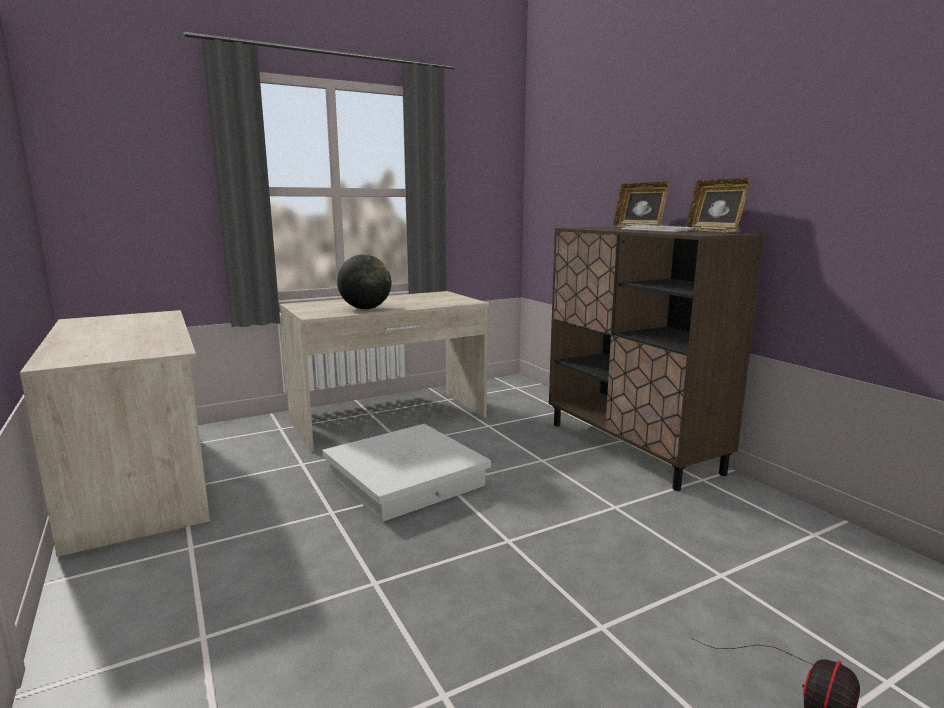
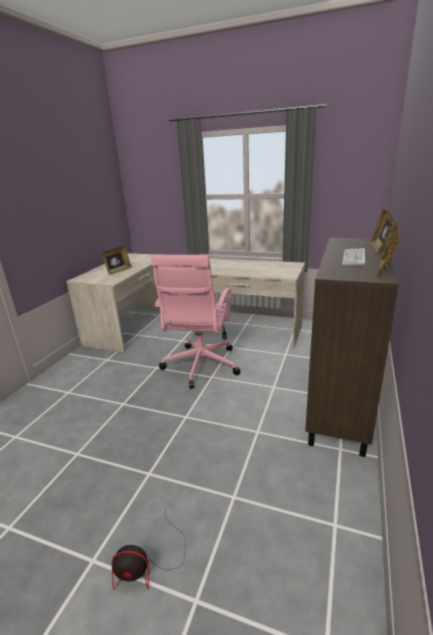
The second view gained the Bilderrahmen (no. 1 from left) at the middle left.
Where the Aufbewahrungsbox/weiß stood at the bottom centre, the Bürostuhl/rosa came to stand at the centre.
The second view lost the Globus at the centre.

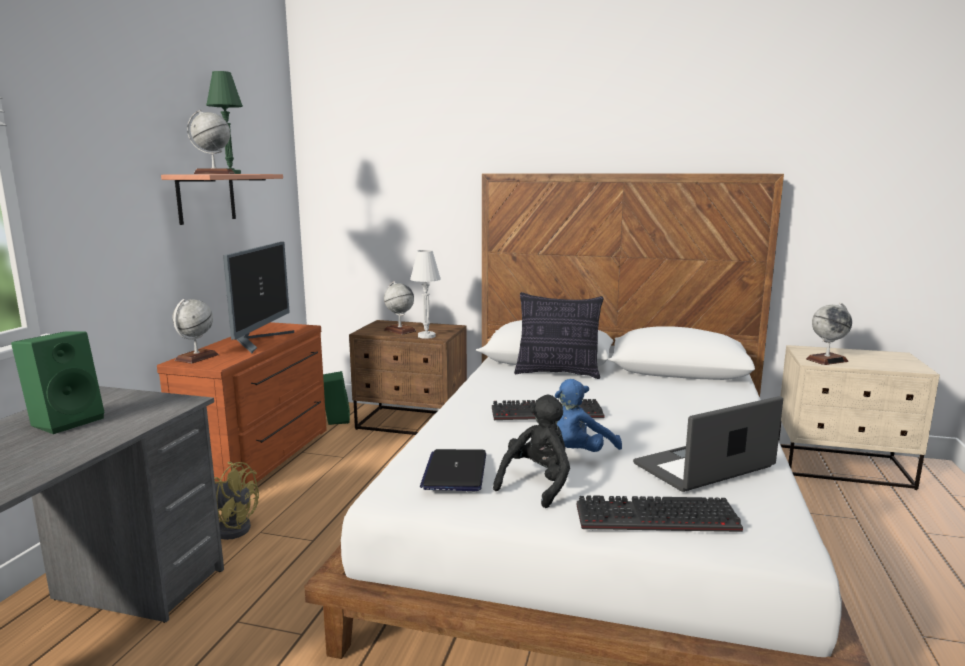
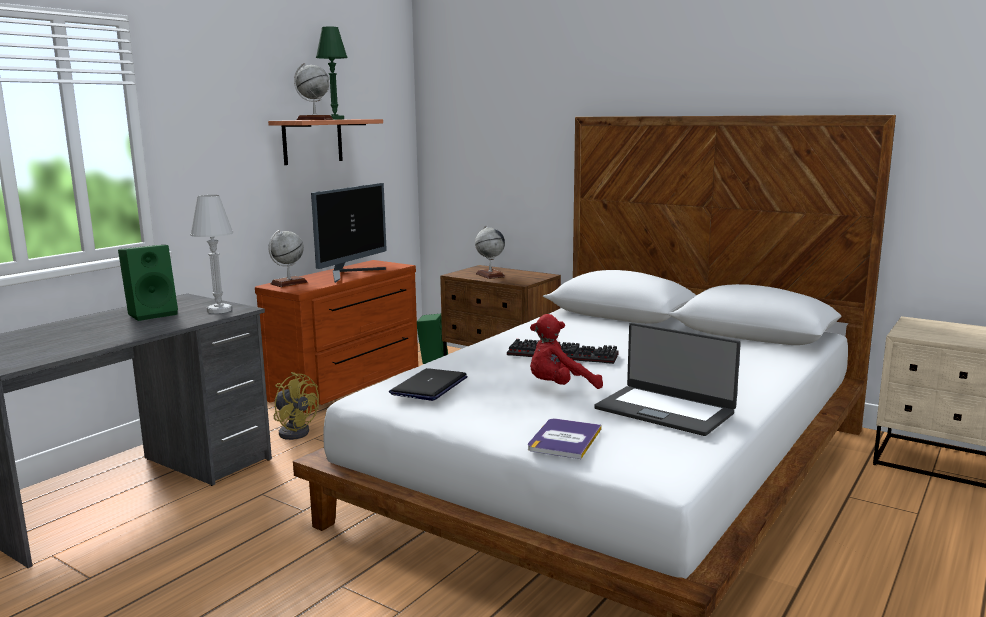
The Tischlampe/weiß ended up elsewhere, having gone from the centre to the middle left.
Where the Tastatur (no. 2 from left) stood at the bottom right, the Buch came to stand at the bottom centre.
What was the Plüschtier/blau at the centre turned into the Plüschtier/rot at the centre.
The Laptop (no. 2 from left) at the bottom right ended up facing another way, 135 degrees counterclockwise from before.
The second view lost the Plüschtier/schwarz at the bottom centre.
The second view lost the Kissen at the centre.
The second view lost the Globus (no. 4 from left) at the middle right.

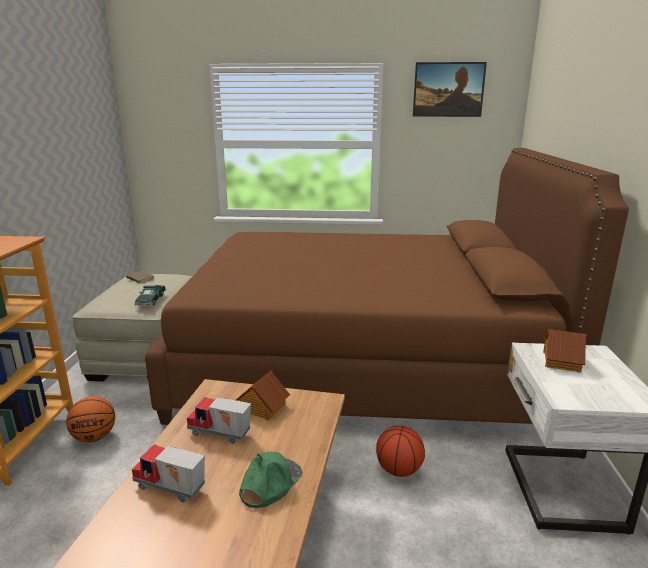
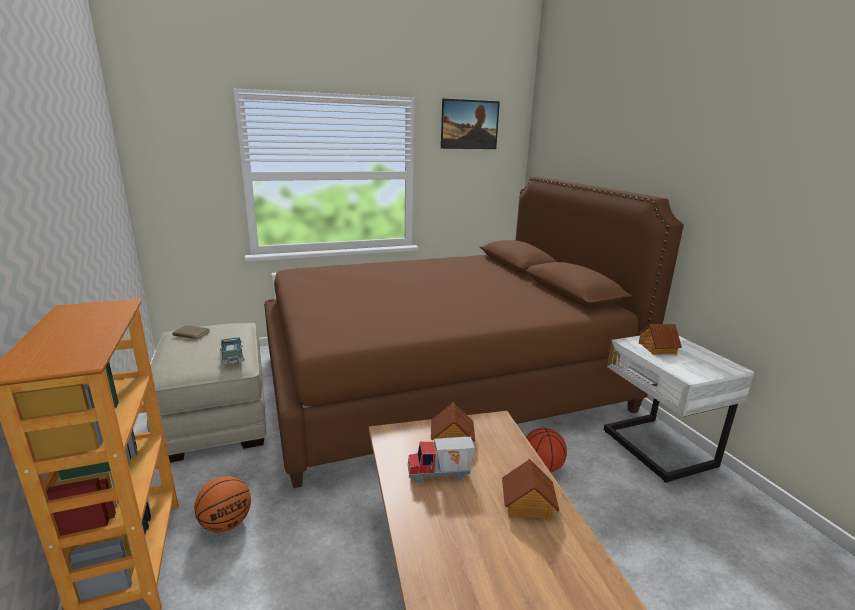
Where the Kappe/grün stood at the bottom centre, the Spielzeughaus (no. 2 from left) came to stand at the bottom centre.
The second view lost the Spielzeuglaster (no. 1 from left) at the bottom left.

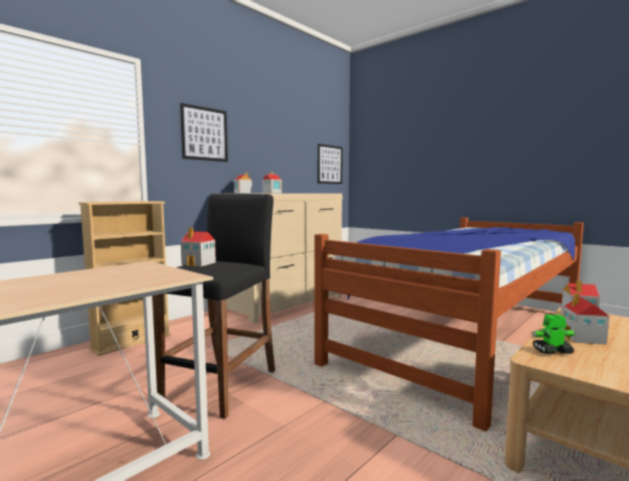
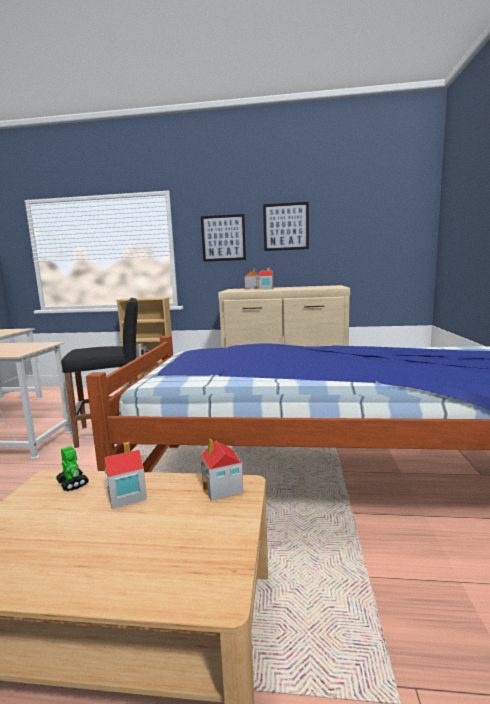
The Bild (no. 2 from left) ended up elsewhere, having gone from the centre to the top centre.
The second view lost the Spielzeughaus (no. 1 from left) at the middle left.

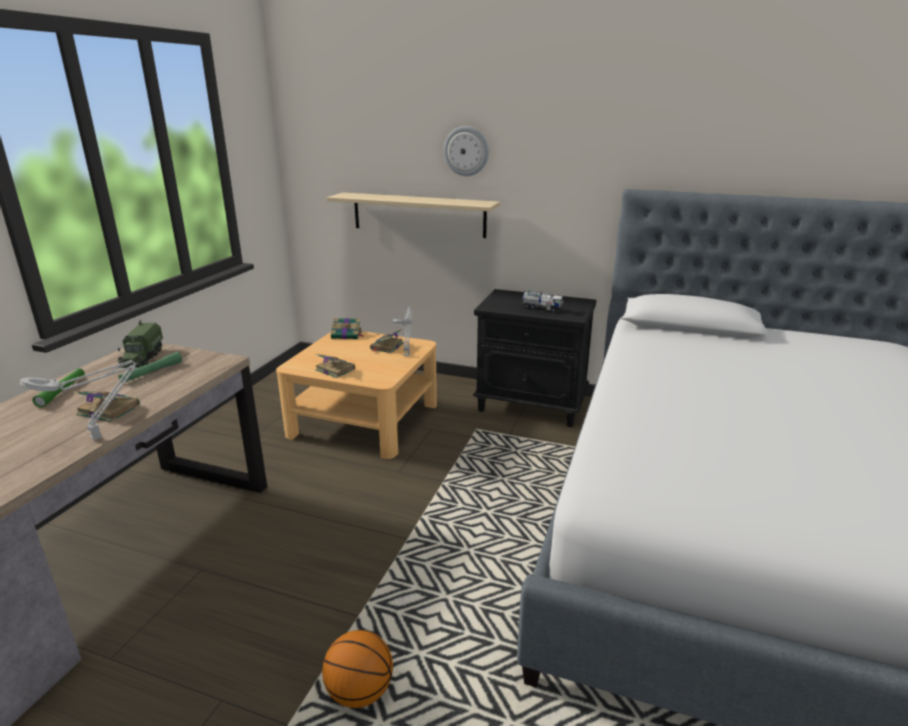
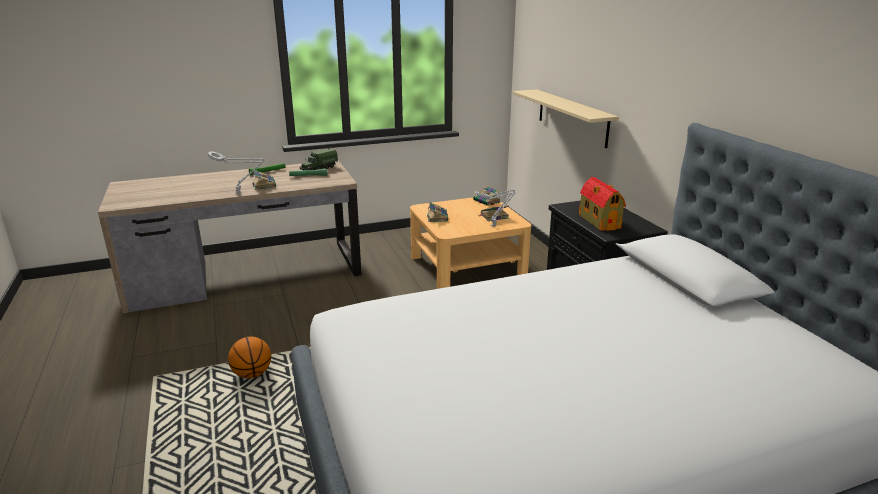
Where the Spielzeuglaster (no. 2 from left) stood at the centre, the Spielzeughaus came to stand at the middle right.
The second view lost the Wanduhr at the top centre.

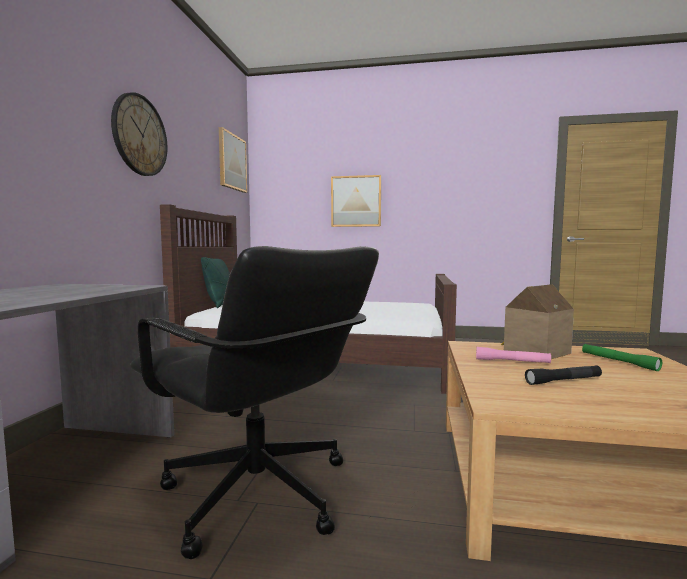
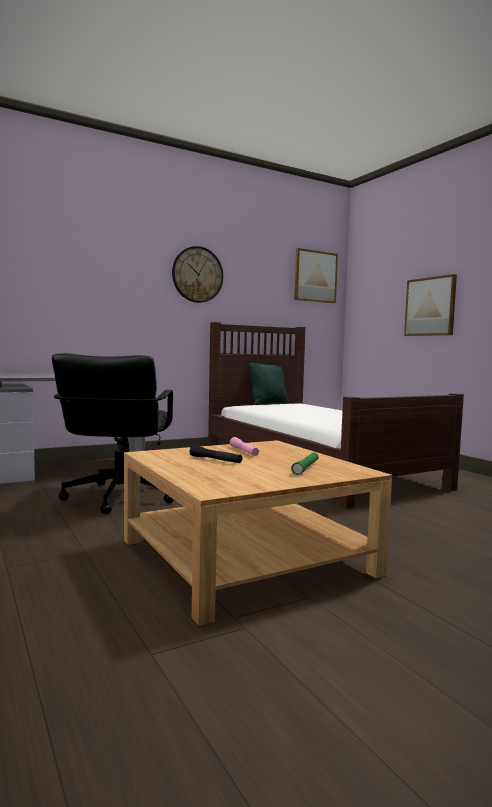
The second view lost the Spielzeughaus at the middle right.

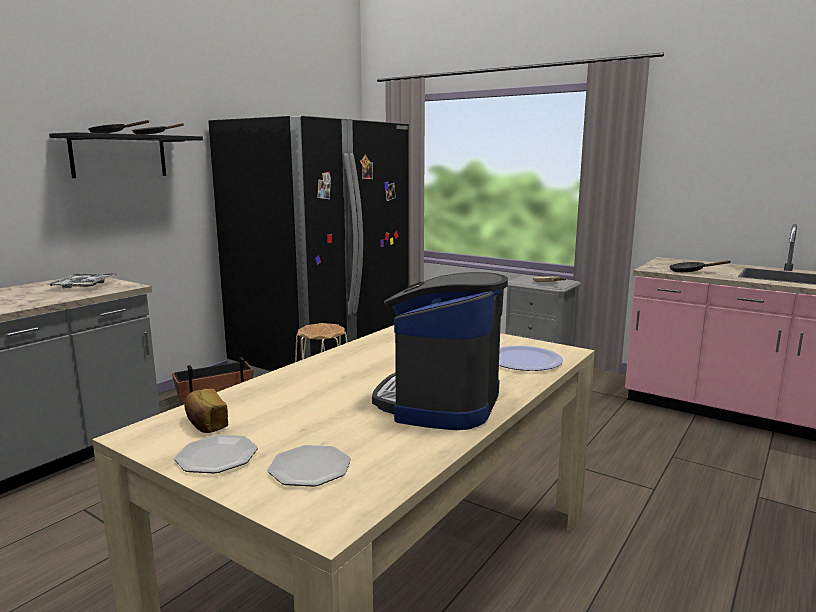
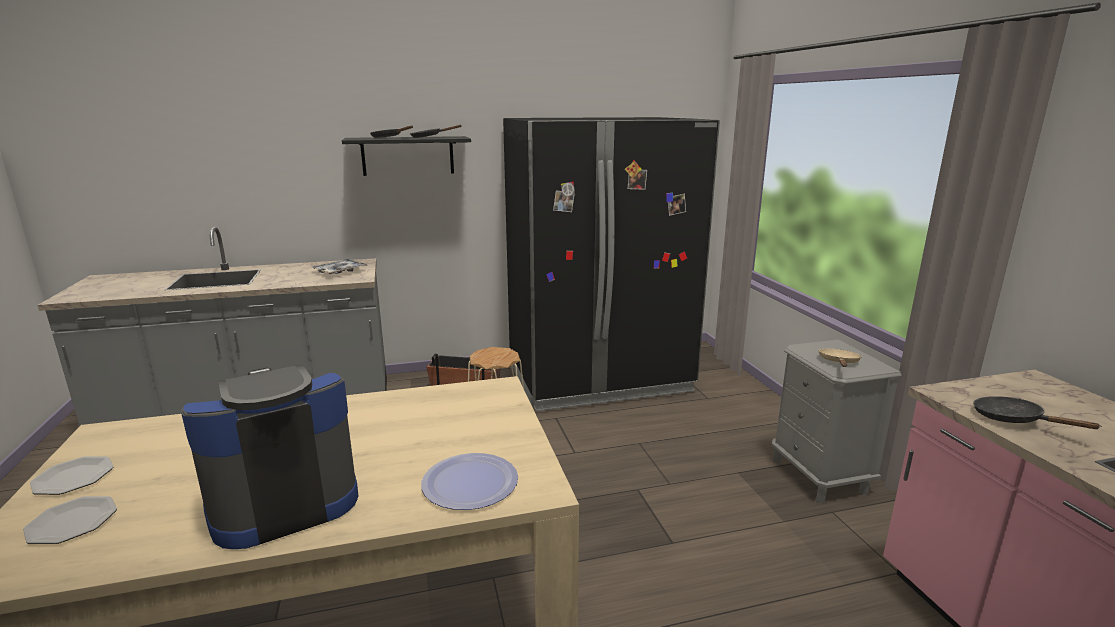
The second view lost the Brot at the bottom left.

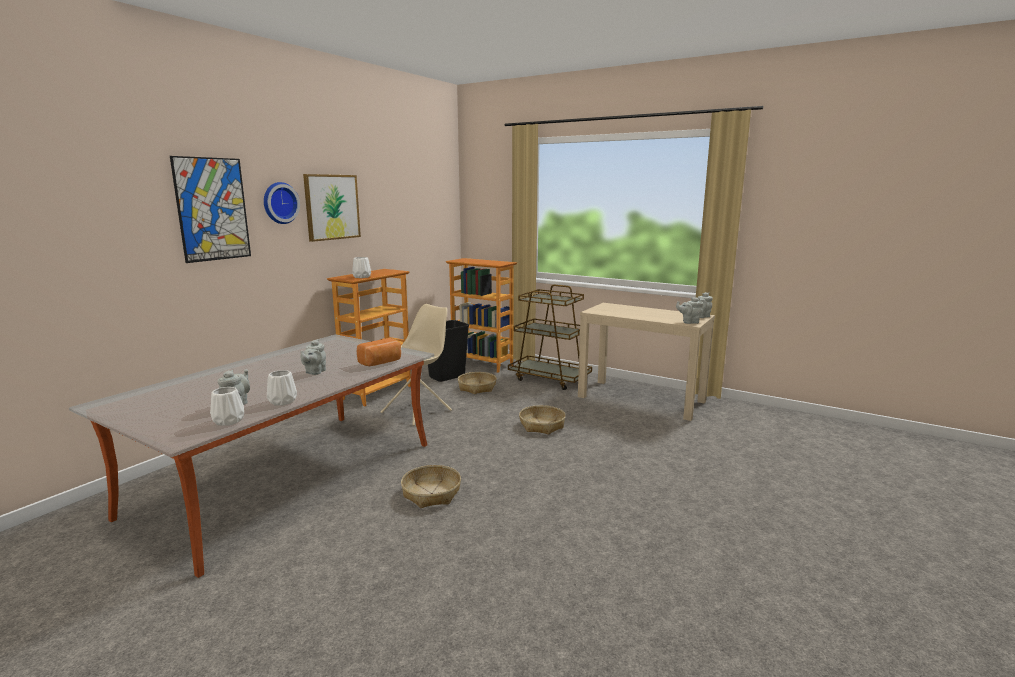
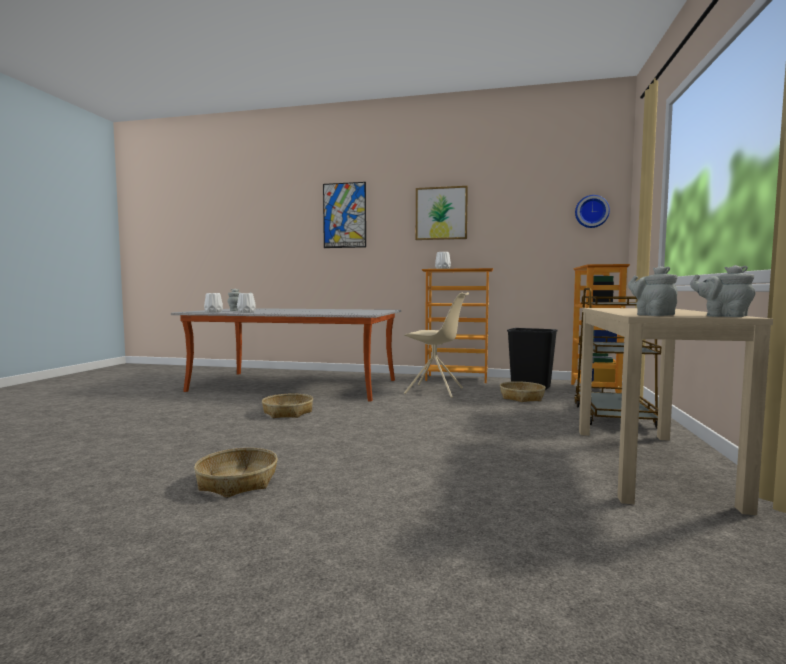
The Korb (no. 3 from left in the first image) ended up elsewhere, having gone from the centre to the bottom left.
The Wanduhr ended up elsewhere, having gone from the top left to the top right.
The second view lost the Teekanne/grau (no. 2 from left) at the middle left.
The second view lost the Brot at the centre.

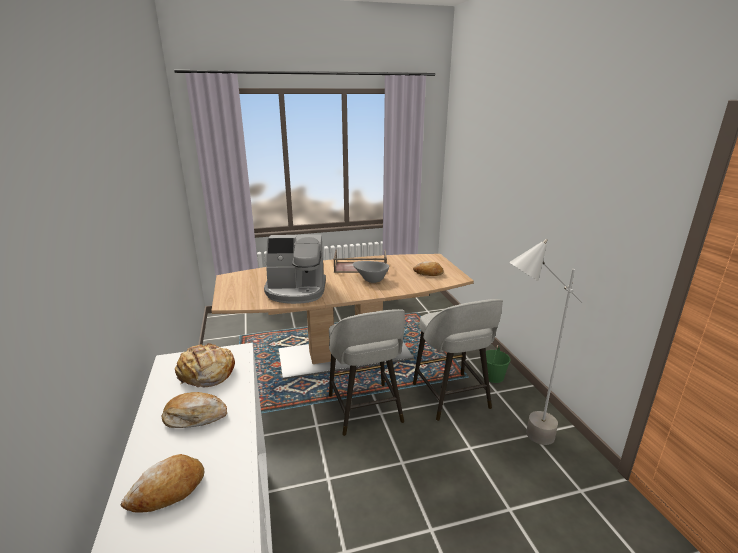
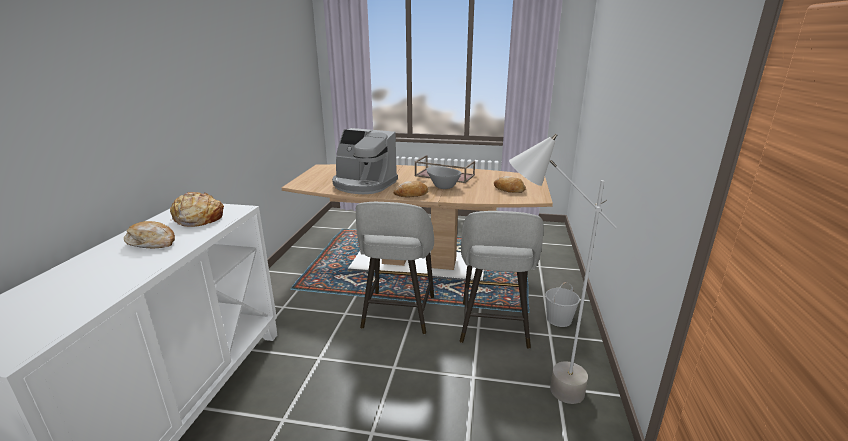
The Brot (no. 1 from left in the first image) ended up elsewhere, having gone from the bottom left to the centre.
What was the Eimer/grün at the middle right turned into the Eimer/weiß at the bottom centre.

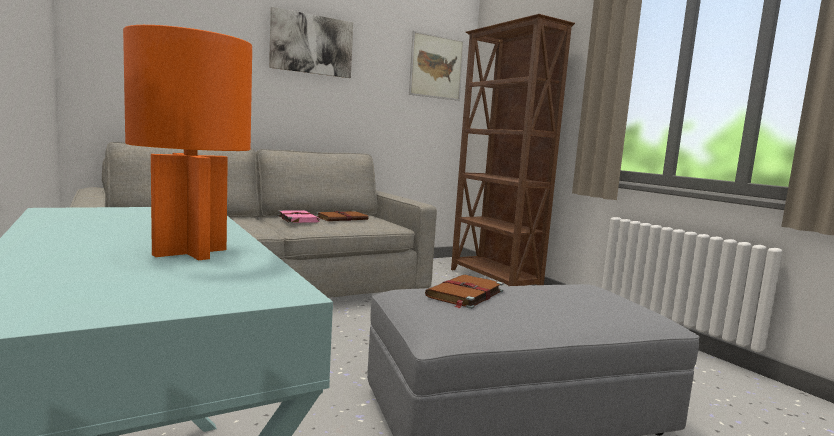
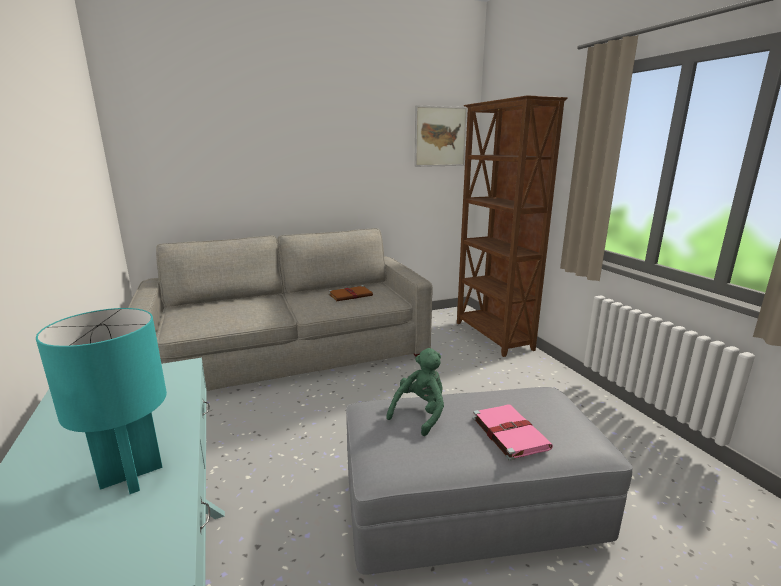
What was the Tischlampe/orange at the top left turned into the Tischlampe/türkis at the bottom left.
Where the Buch/braun (no. 2 from left) stood at the bottom centre, the Plüschtier/grün came to stand at the bottom centre.
The Buch/rosa ended up elsewhere, having gone from the centre to the bottom centre.
The second view lost the Bild (no. 1 from left) at the top centre.

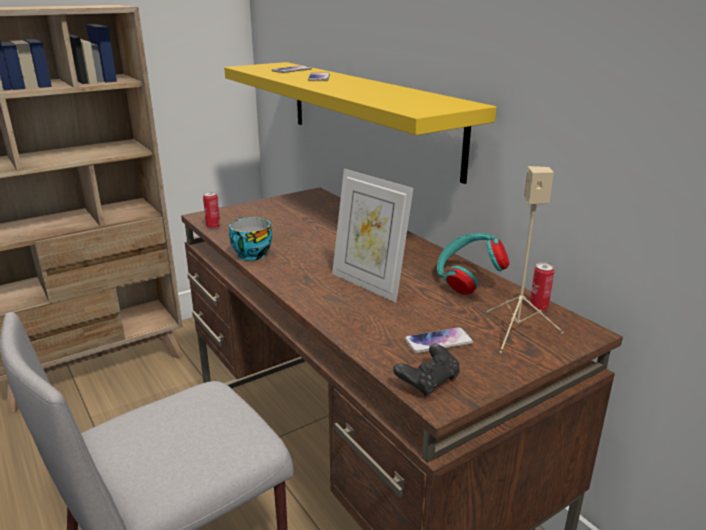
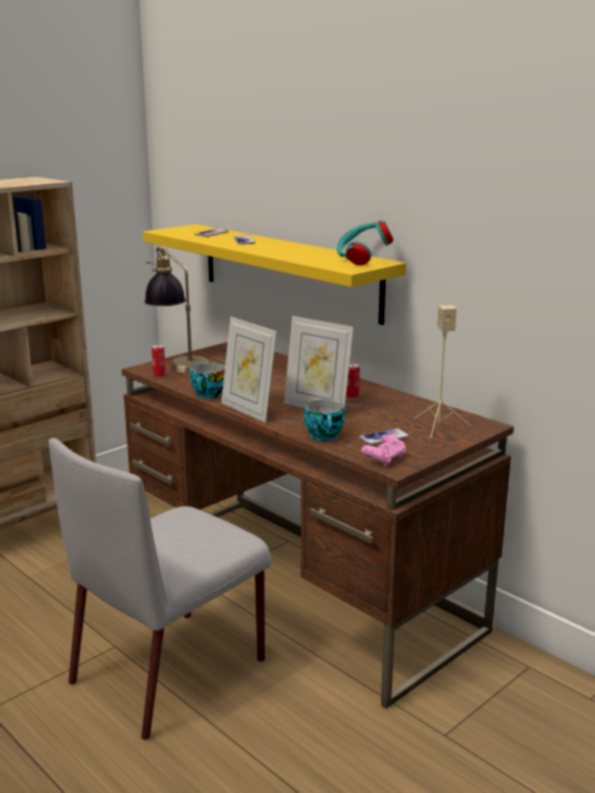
The second view gained the Tischlampe at the middle left.
The second view gained the Bilderrahmen (no. 1 from left) at the centre.
The second view gained the Tasse (no. 2 from left) at the centre.
The Kopfhörer/türkis ended up elsewhere, having gone from the middle right to the top centre.
The Dose (no. 2 from left) ended up elsewhere, having gone from the middle right to the centre.
What was the Gamepad/schwarz at the bottom centre turned into the Gamepad/rosa at the centre.

